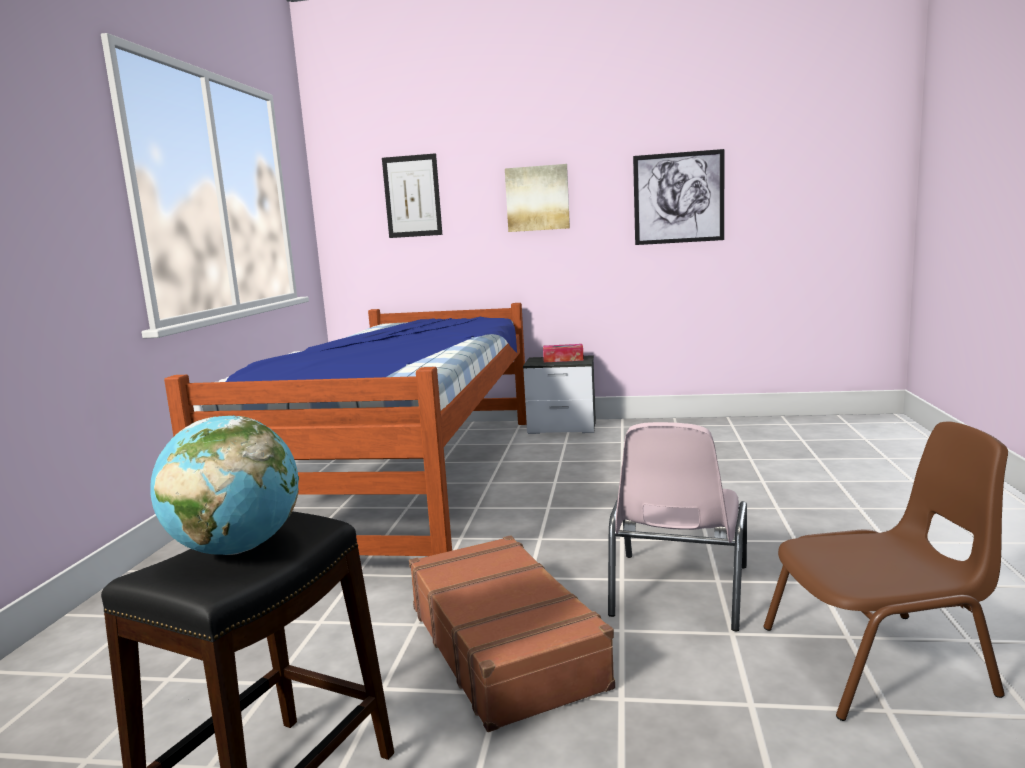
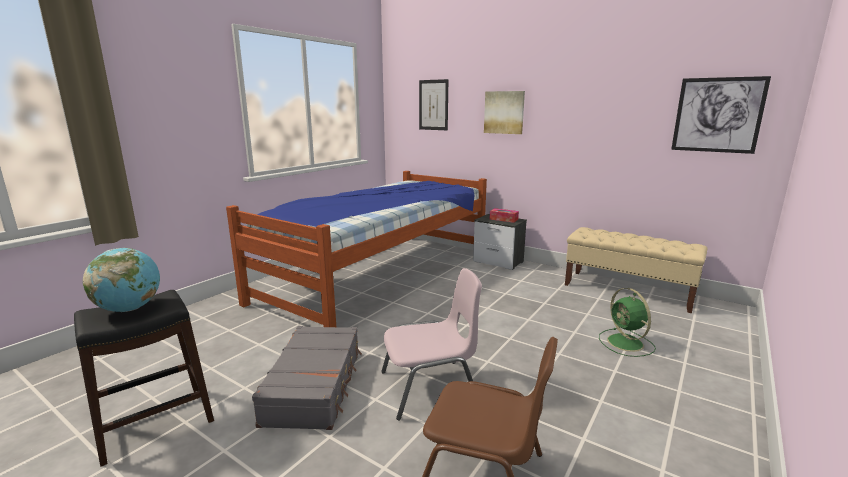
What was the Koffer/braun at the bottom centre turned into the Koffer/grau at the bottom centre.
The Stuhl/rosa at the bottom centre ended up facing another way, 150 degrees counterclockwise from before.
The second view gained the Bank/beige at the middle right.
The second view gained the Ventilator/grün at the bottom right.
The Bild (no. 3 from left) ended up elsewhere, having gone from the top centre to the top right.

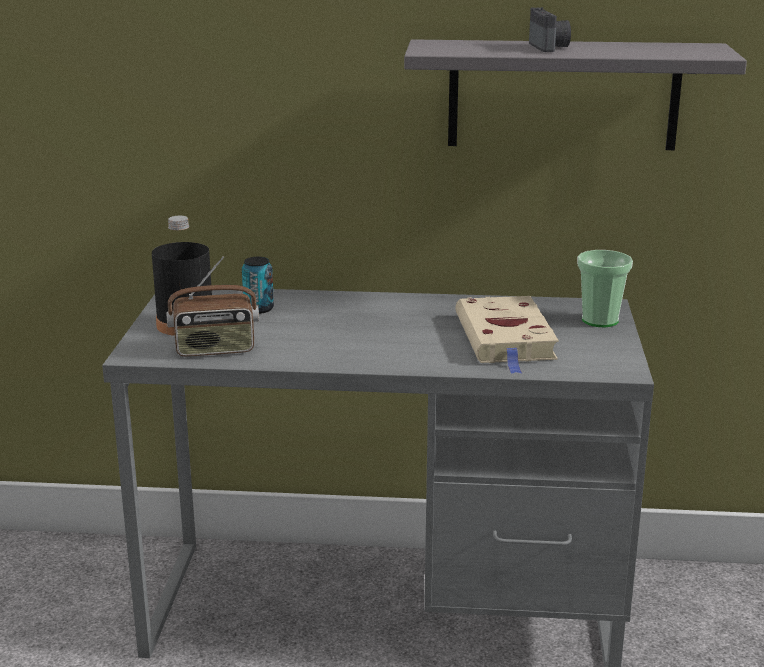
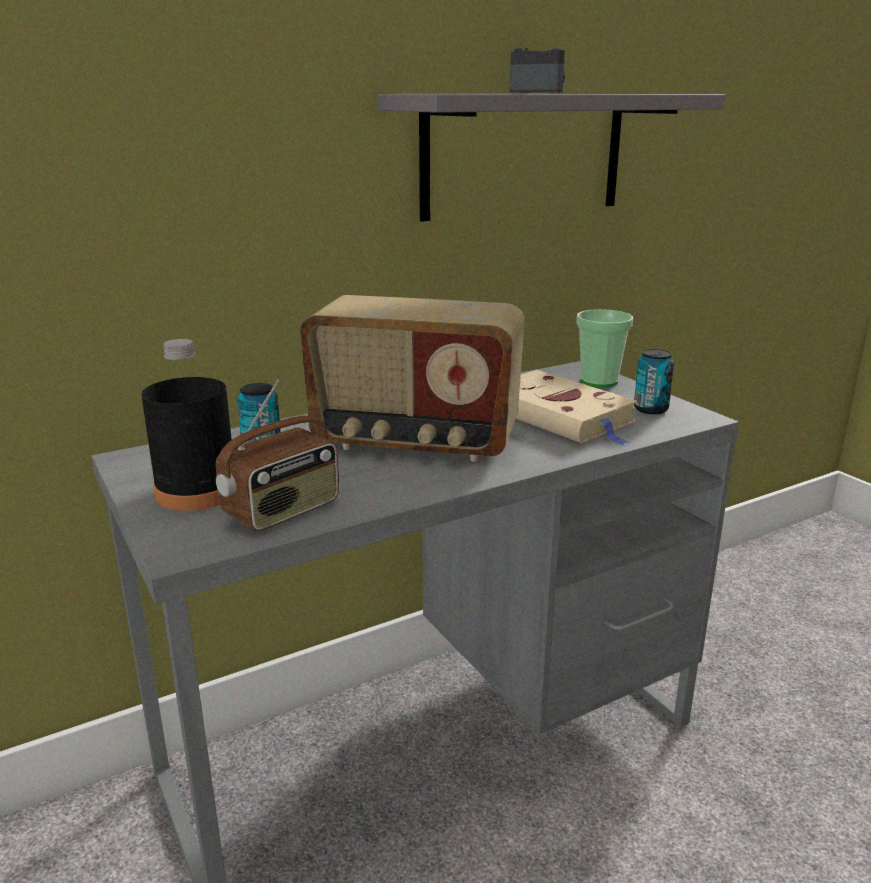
The second view gained the Radio (no. 2 from left) at the centre.
The second view gained the Dose (no. 2 from left) at the middle right.

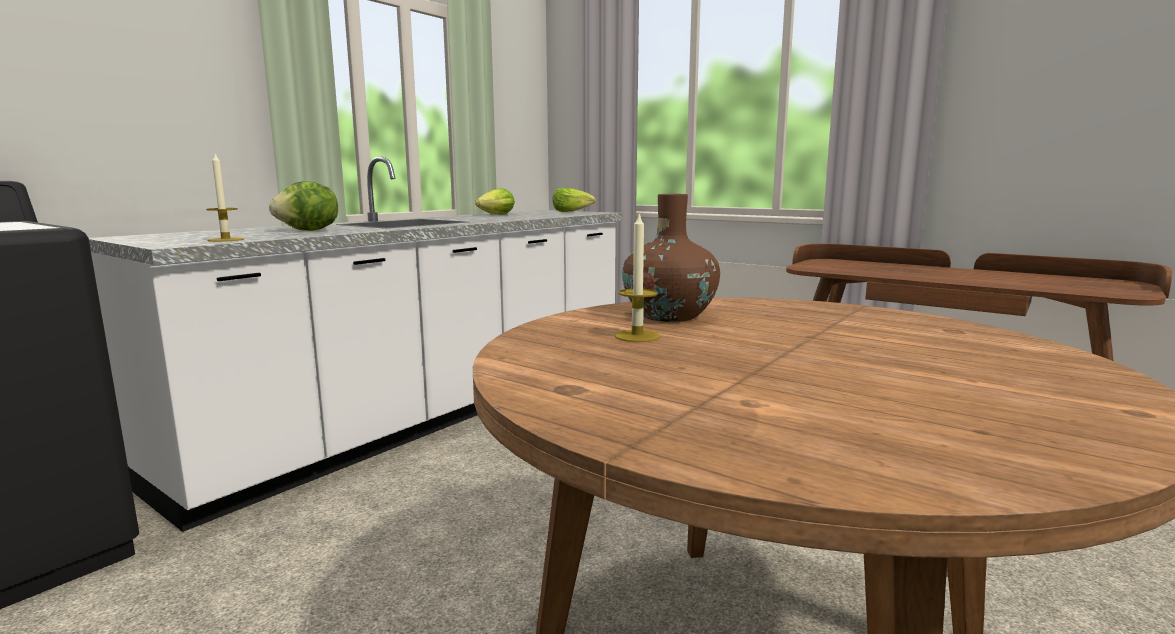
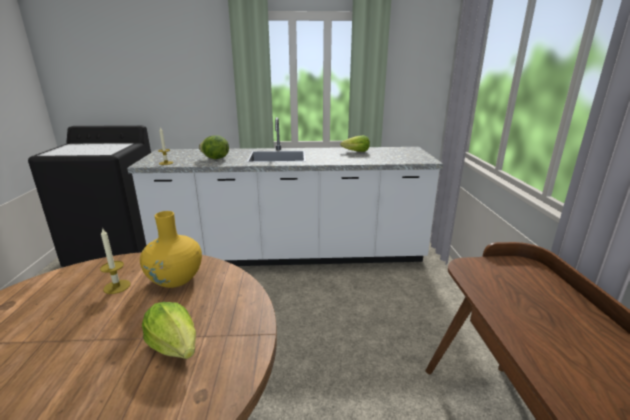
What was the Vase/braun at the centre turned into the Vase/gelb at the middle left.
The Salatkopf (no. 3 from left in the first image) ended up elsewhere, having gone from the top centre to the bottom left.

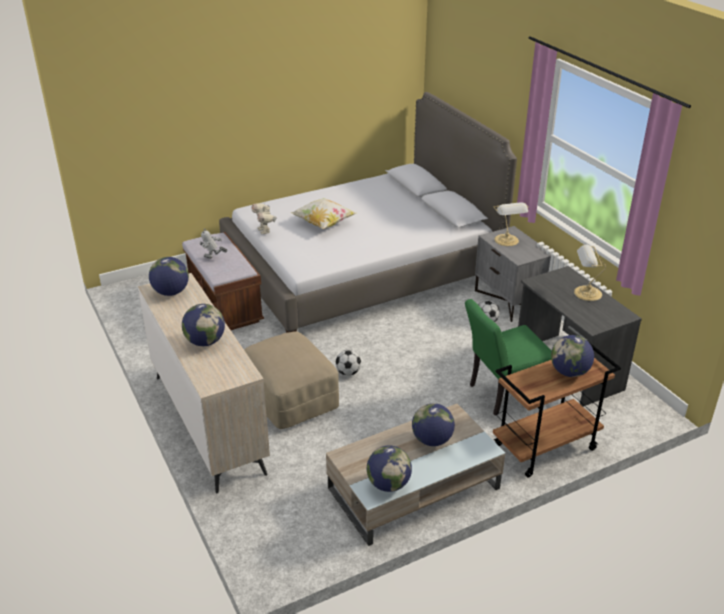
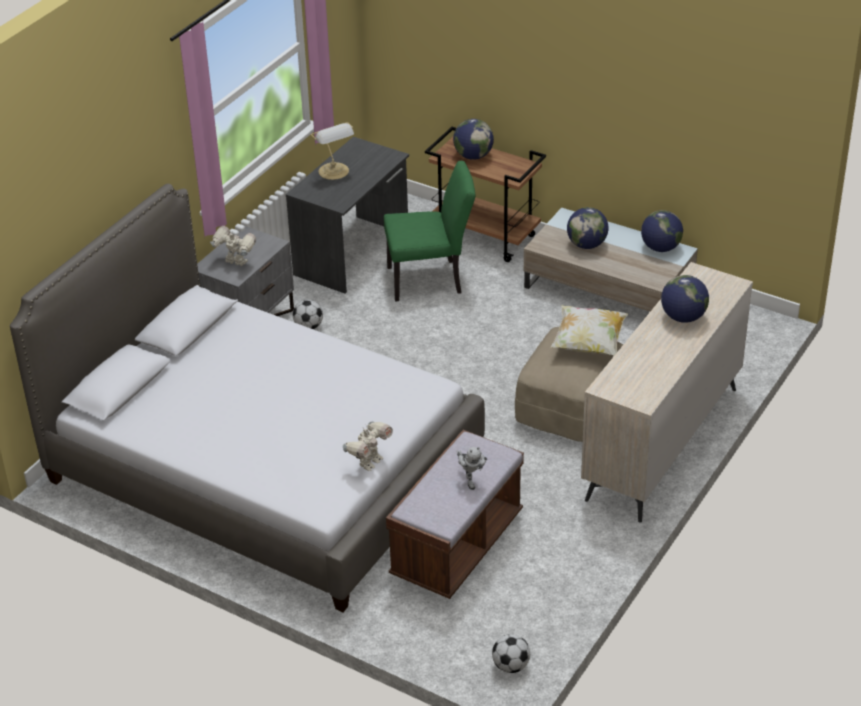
Where the Tischlampe (no. 1 from left) stood at the middle right, the Spielzeugroboter (no. 1 from left) came to stand at the middle left.
The Stuhl/grün at the middle right ended up facing another way, 45 degrees counterclockwise from before.
The Fußball (no. 1 from left in the first image) ended up elsewhere, having gone from the centre to the bottom centre.
The Kissen ended up elsewhere, having gone from the centre to the middle right.
The second view lost the Globus (no. 1 from left) at the middle left.

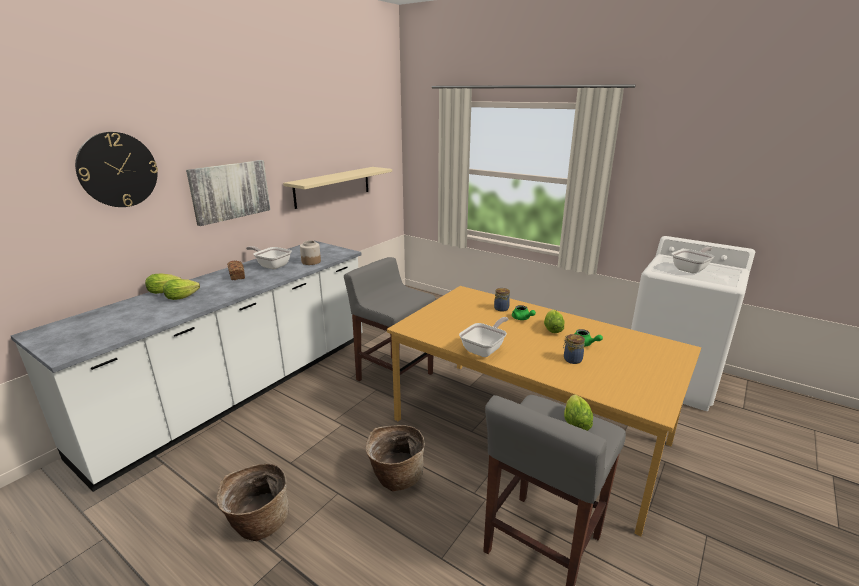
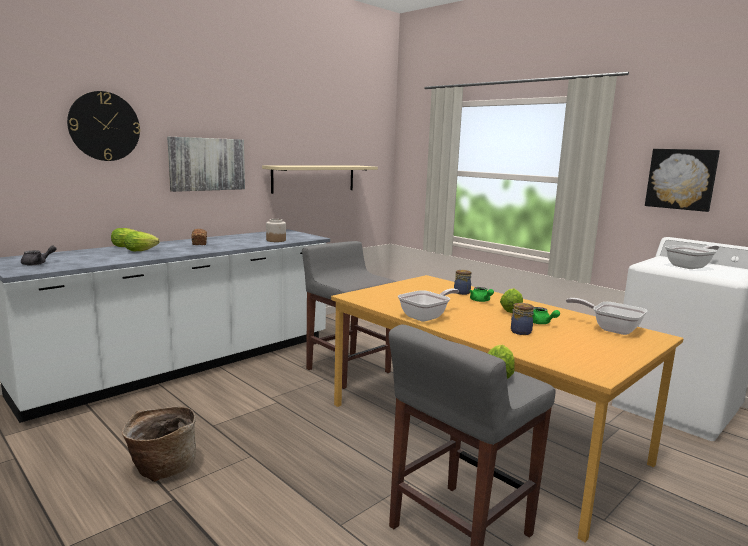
The second view gained the Teekanne/grau at the middle left.
The Pfanne (no. 1 from left in the first image) ended up elsewhere, having gone from the middle left to the middle right.
The second view gained the Bild (no. 2 from left) at the top right.
The second view lost the Korb (no. 2 from left) at the bottom centre.

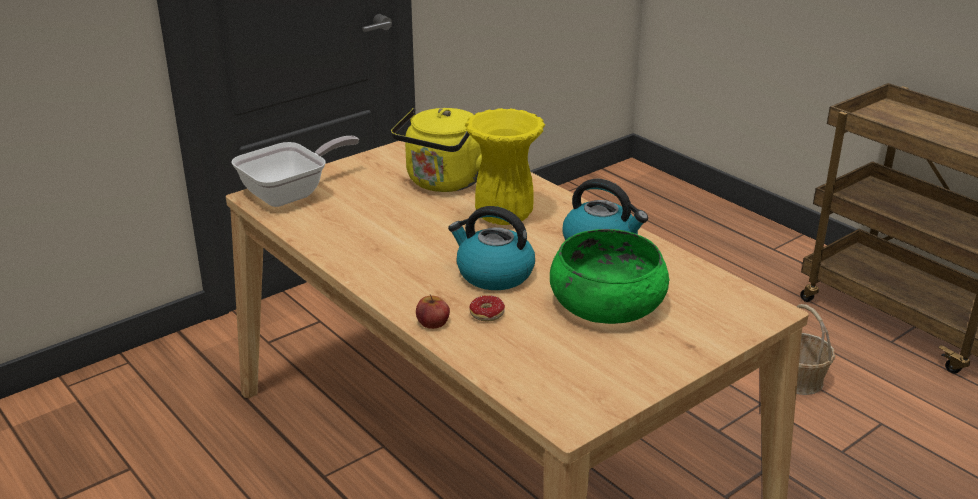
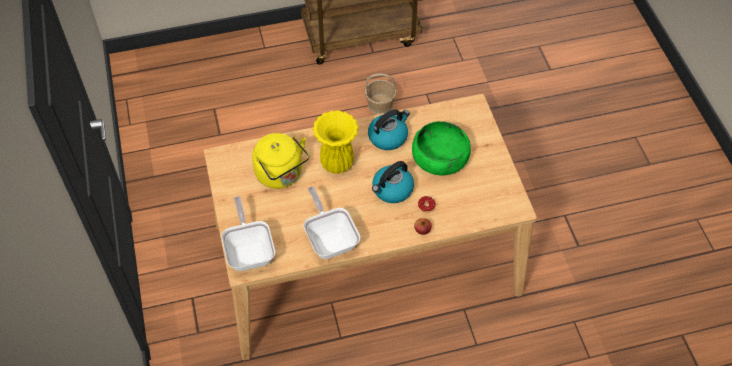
The second view gained the Pfanne (no. 2 from left) at the centre.

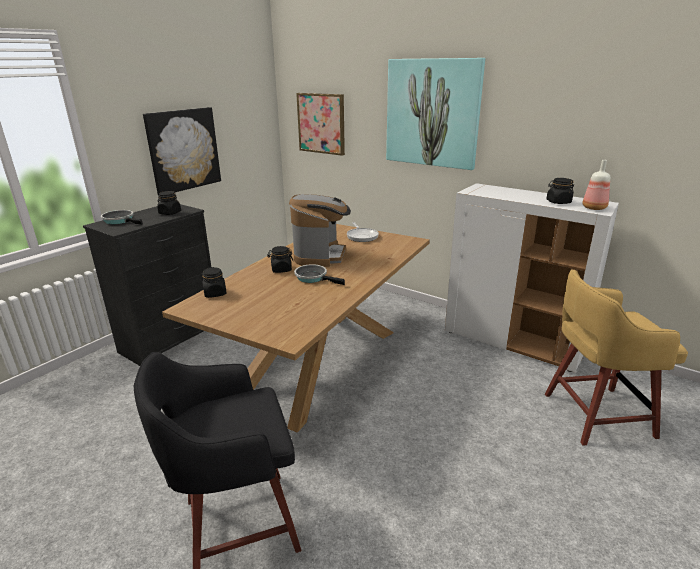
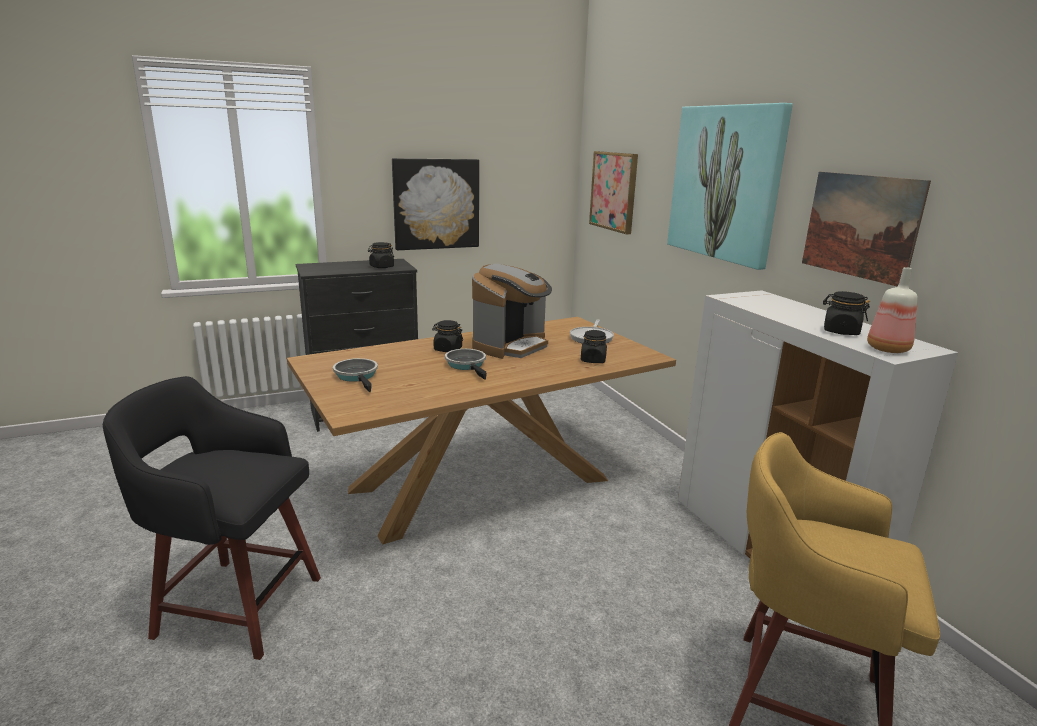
The Pfanne (no. 1 from left) ended up elsewhere, having gone from the middle left to the centre.
The Vorratsglas/schwarz (no. 2 from left in the first image) ended up elsewhere, having gone from the middle left to the centre.
The second view gained the Bild (no. 4 from left) at the top right.

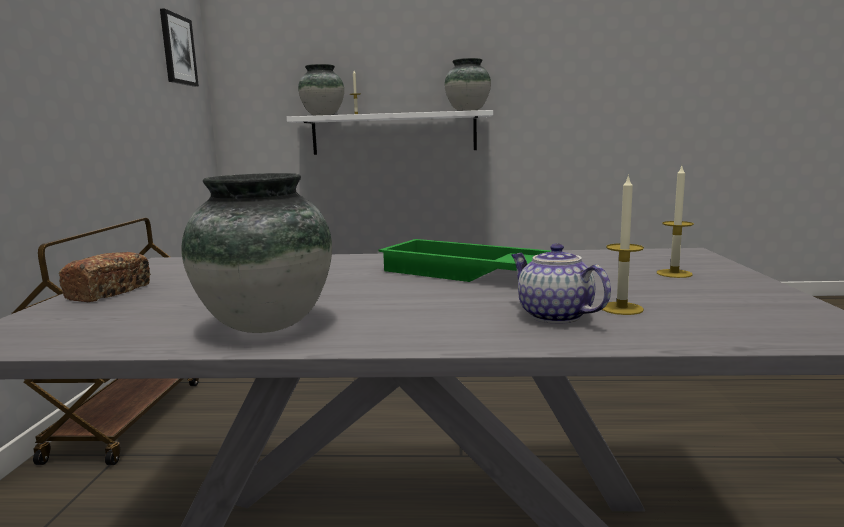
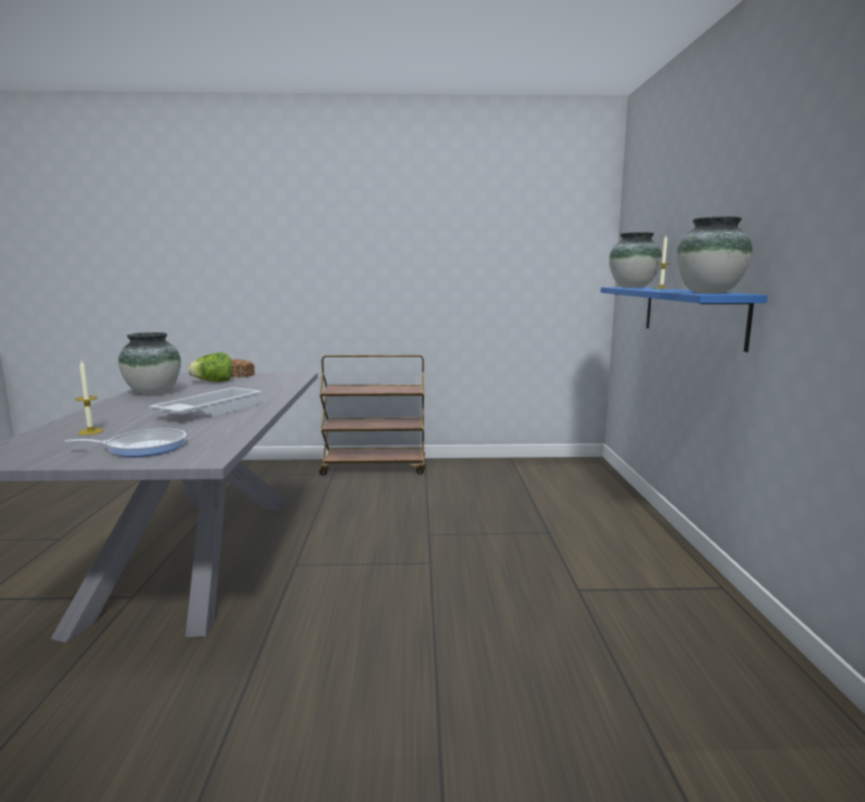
Where the Kerze (no. 3 from left) stood at the middle right, the Pfanne came to stand at the middle left.
What was the Tablett/grün at the centre turned into the Tablett/weiß at the middle left.
The second view gained the Salatkopf at the middle left.
What was the Wandregal/weiß at the top centre turned into the Wandregal/blau at the middle right.
The second view lost the Bild at the top left.
The second view lost the Teekanne at the centre.

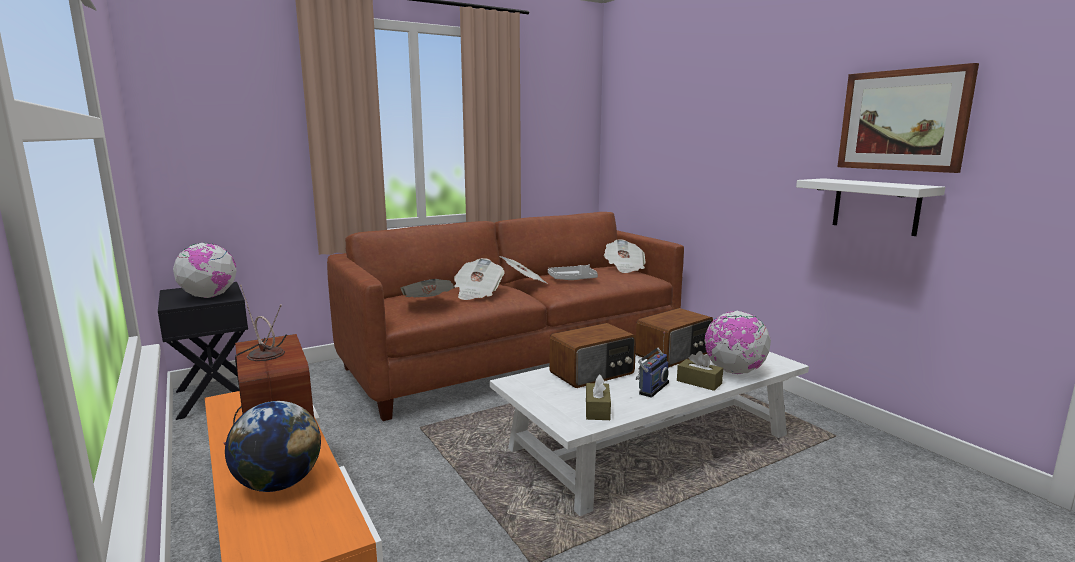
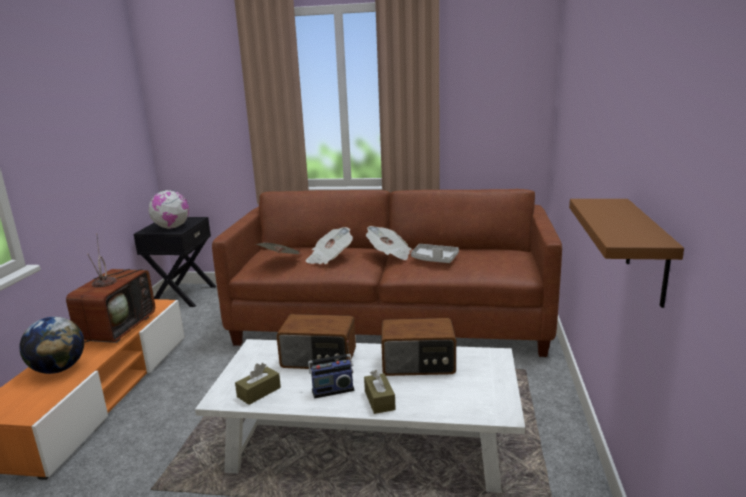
What was the Wandregal/weiß at the middle right turned into the Wandregal/braun at the middle right.
The second view lost the Zeitung (no. 4 from left) at the centre.
The second view lost the Globus (no. 3 from left) at the middle right.
The second view lost the Bild at the top right.

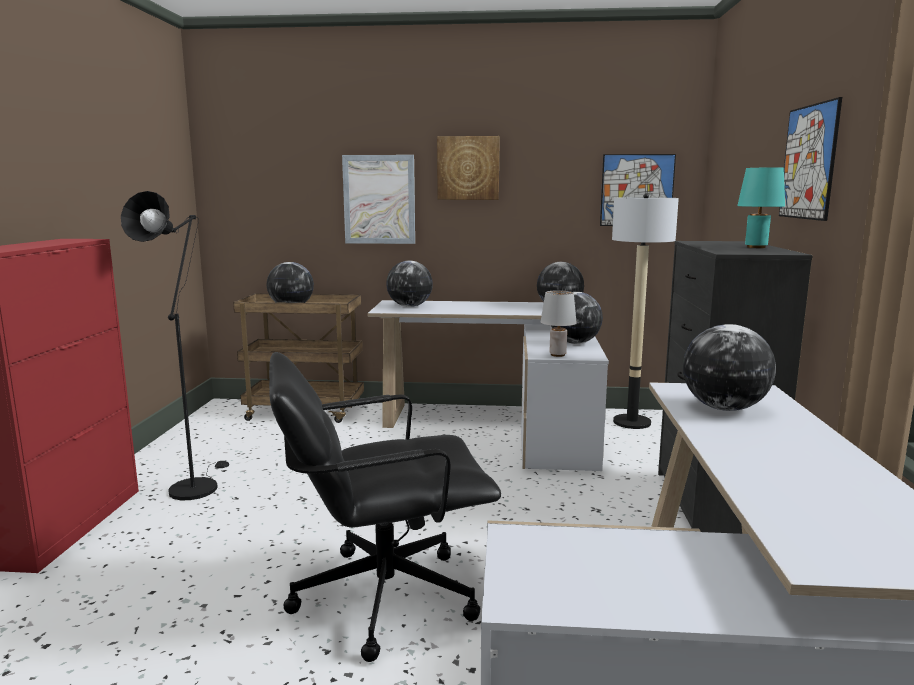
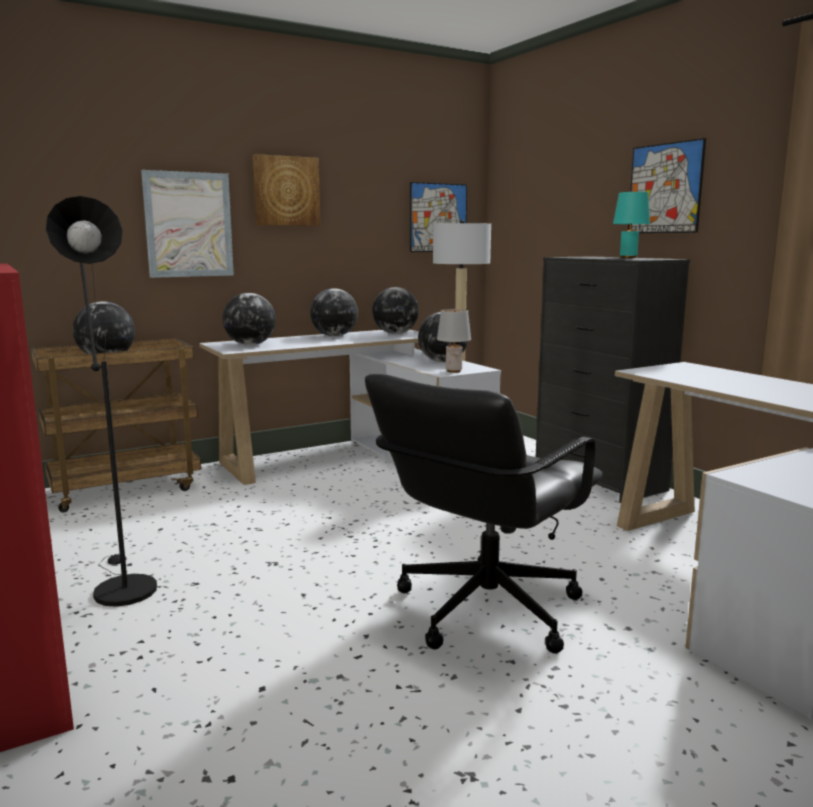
The Globus (no. 5 from left in the first image) ended up elsewhere, having gone from the middle right to the centre.

